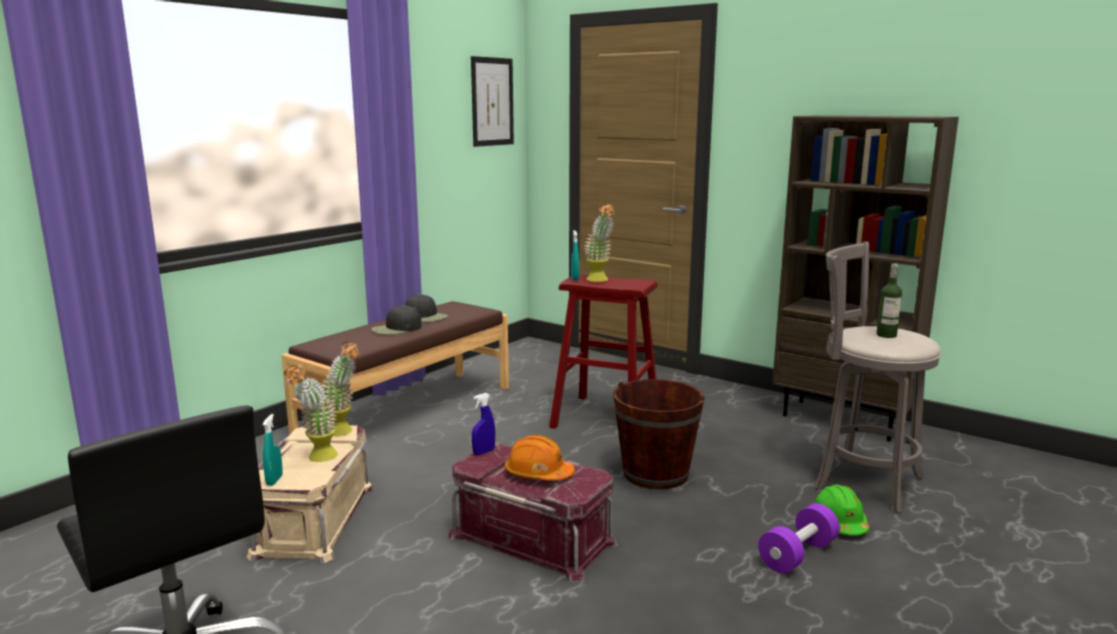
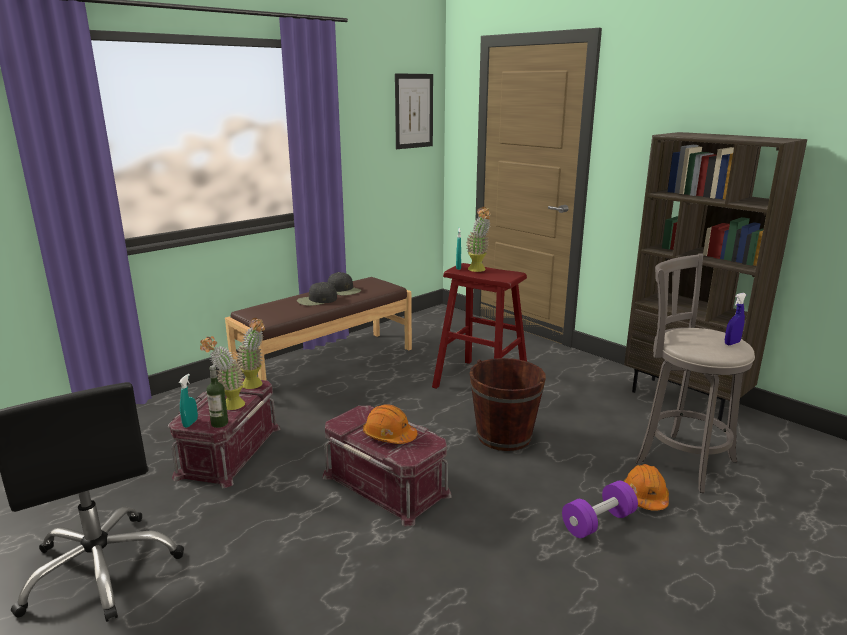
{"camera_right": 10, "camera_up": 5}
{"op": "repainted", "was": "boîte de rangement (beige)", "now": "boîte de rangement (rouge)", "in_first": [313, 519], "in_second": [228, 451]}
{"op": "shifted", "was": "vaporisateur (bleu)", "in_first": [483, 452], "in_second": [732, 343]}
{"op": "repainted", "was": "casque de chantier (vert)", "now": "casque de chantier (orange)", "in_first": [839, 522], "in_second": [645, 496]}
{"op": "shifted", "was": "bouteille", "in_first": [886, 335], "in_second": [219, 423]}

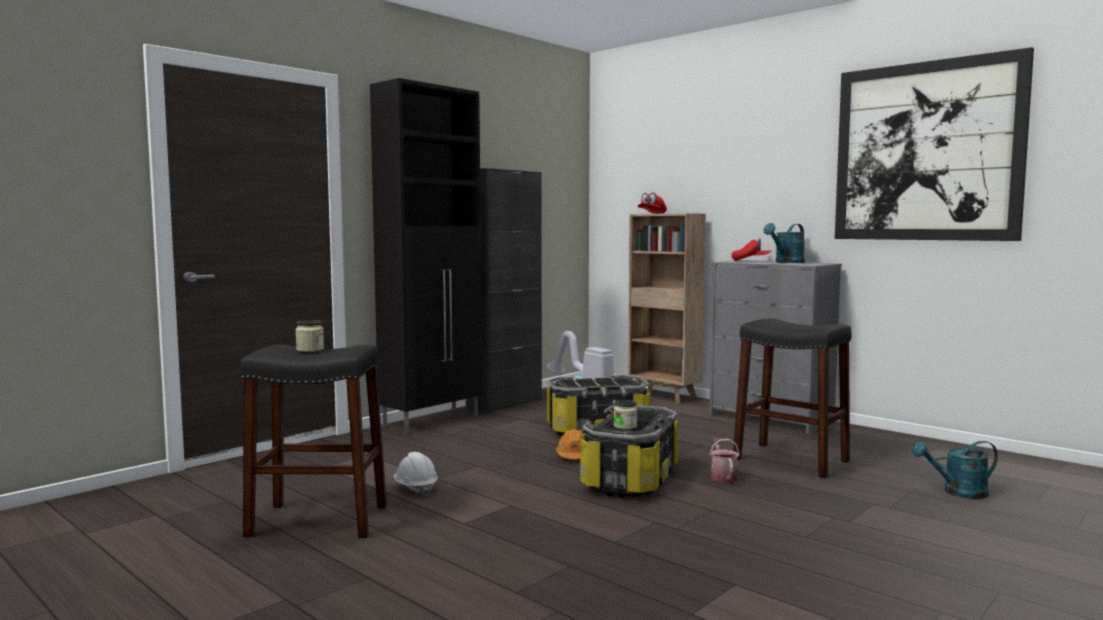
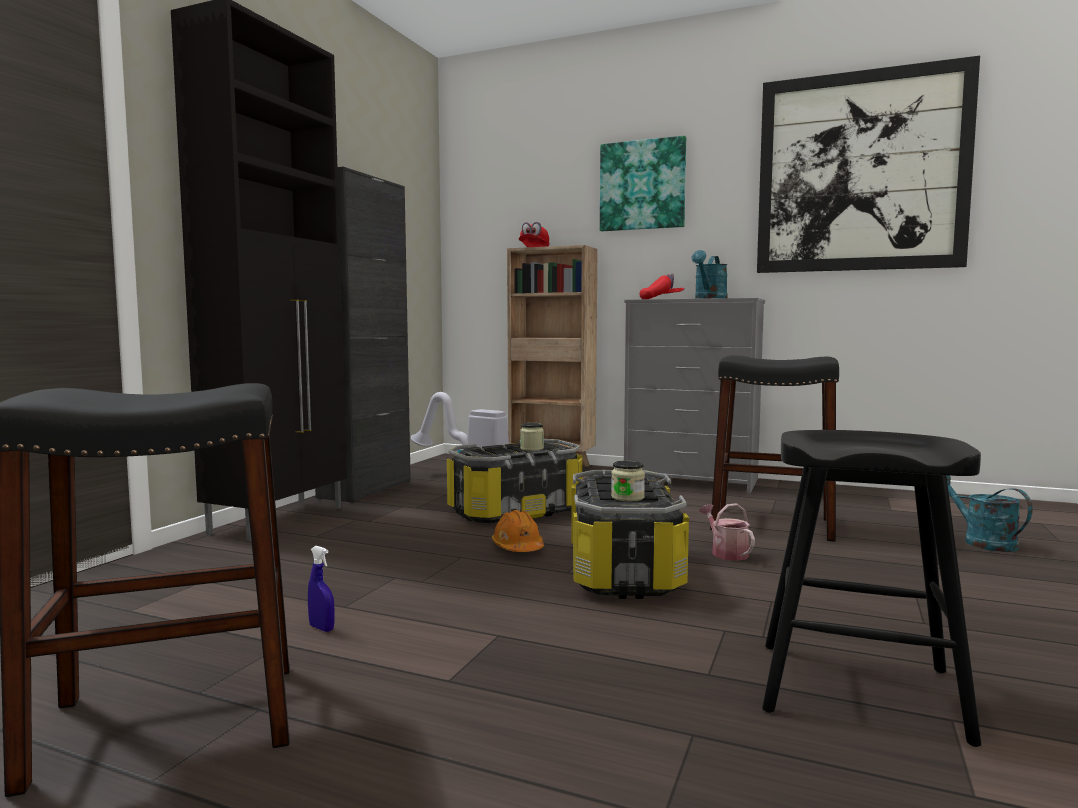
{"camera_right": -20, "camera_up": 0}
{"op": "shifted", "was": "bocal", "in_first": [310, 350], "in_second": [532, 449]}
{"op": "swapped", "was": "casque de chantier (blanc)", "now": "vaporisateur (bleu)", "in_first": [415, 488], "in_second": [321, 628]}
{"op": "rotated", "was": "arrosoir (turquoise)", "in_first": [958, 492], "in_second": [981, 542], "clockwise": 90}
{"op": "new", "now": "tableau", "in_second": [642, 185]}
{"op": "new", "now": "tabouret (noir)", "in_second": [858, 690]}

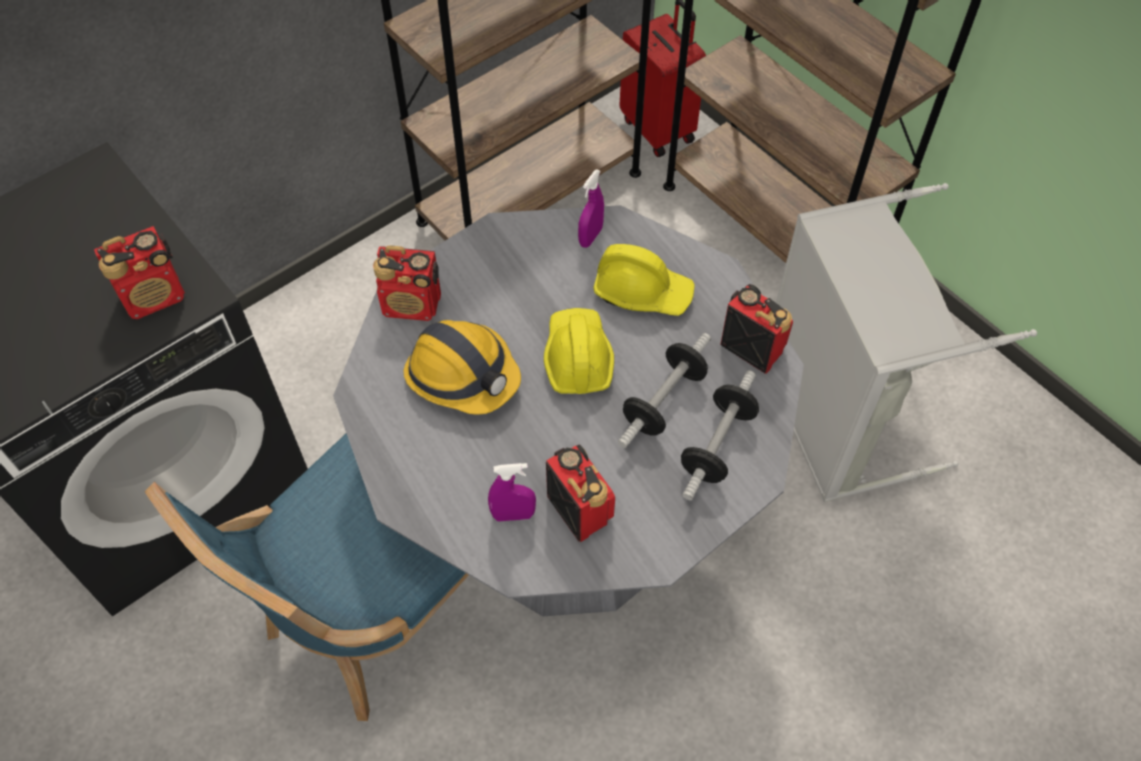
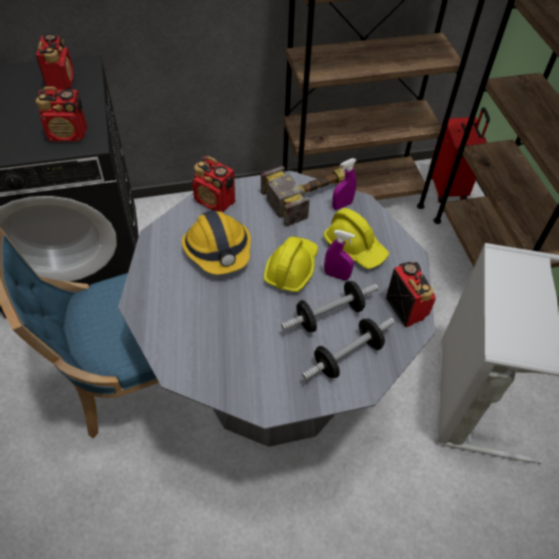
{"camera_right": 25, "camera_up": -5}
{"op": "shifted", "was": "vaporisateur (violet)", "in_first": [513, 515], "in_second": [336, 275]}
{"op": "shifted", "was": "radio", "in_first": [579, 508], "in_second": [61, 81]}
{"op": "new", "now": "marteau", "in_second": [311, 195]}

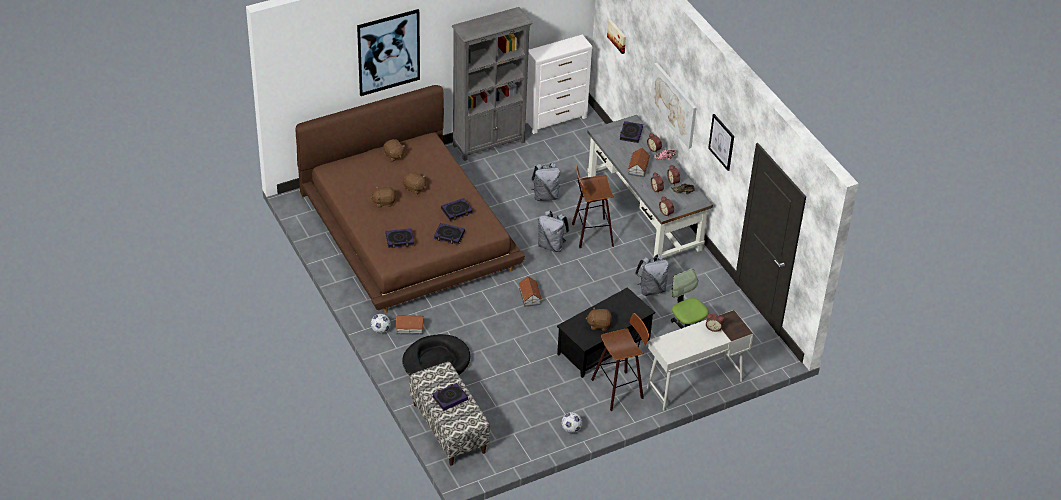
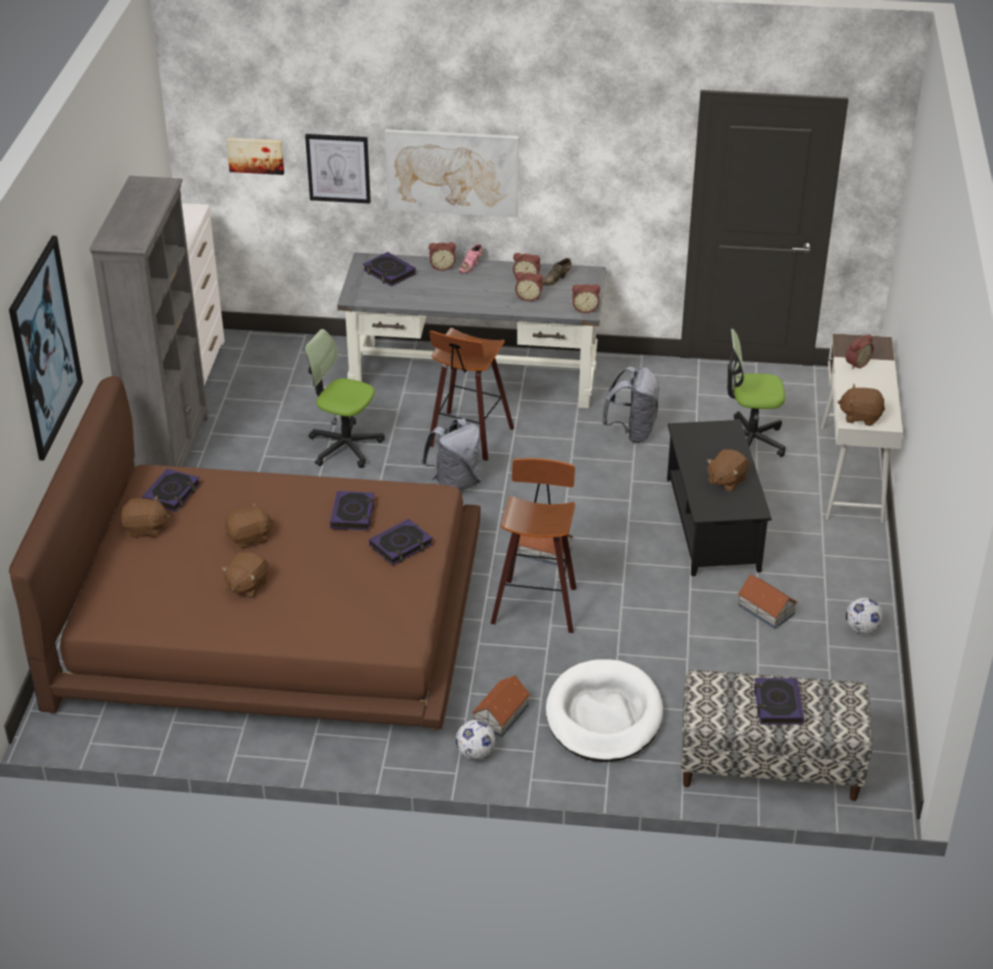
{"camera_right": -55, "camera_up": -5}
{"op": "shifted", "was": "livre", "in_first": [400, 240], "in_second": [172, 494]}
{"op": "repainted", "was": "panier pour chien (noir)", "now": "panier pour chien (blanc)", "in_first": [436, 361], "in_second": [603, 716]}
{"op": "swapped", "was": "sac à dos (gris)", "now": "chaise de bureau", "in_first": [545, 196], "in_second": [345, 446]}
{"op": "shifted", "was": "tabouret", "in_first": [619, 389], "in_second": [536, 603]}
{"op": "shifted", "was": "maison miniature", "in_first": [638, 168], "in_second": [766, 610]}
{"op": "shifted", "was": "tableau", "in_first": [721, 142], "in_second": [338, 168]}
{"op": "new", "now": "peluche (marron)", "in_second": [860, 416]}

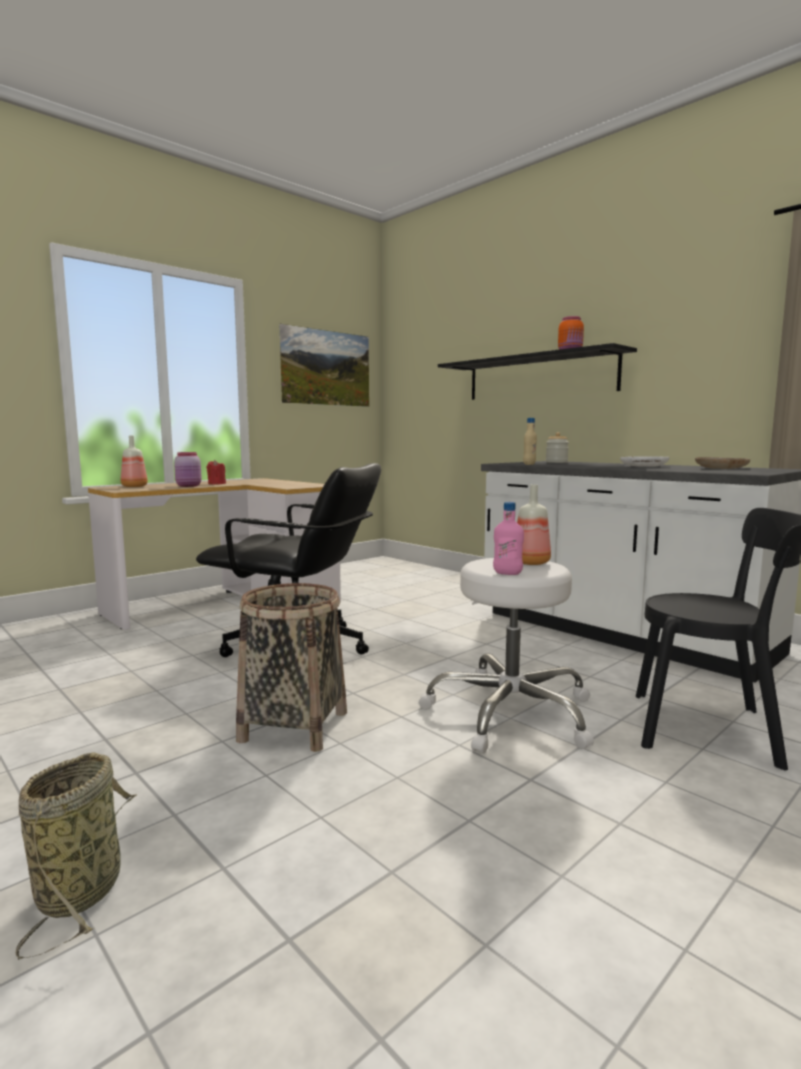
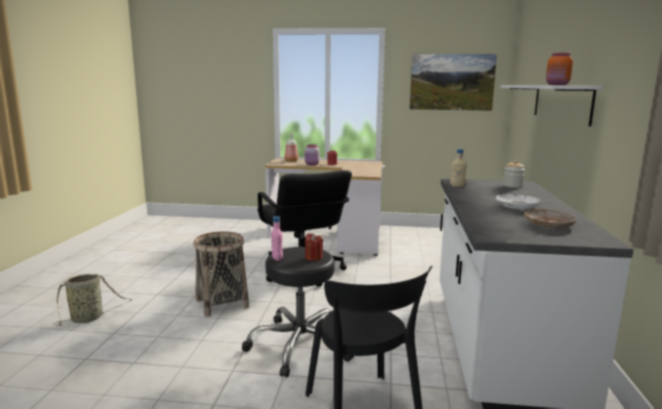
{"camera_right": 50, "camera_up": 5}
{"op": "repainted", "was": "tabouret (blanc)", "now": "tabouret (noir)", "in_first": [510, 713], "in_second": [299, 345]}
{"op": "repainted", "was": "étagère (noir)", "now": "étagère (blanc)", "in_first": [539, 377], "in_second": [560, 102]}
{"op": "swapped", "was": "bouteille", "now": "bougie (rouge)", "in_first": [530, 563], "in_second": [313, 257]}

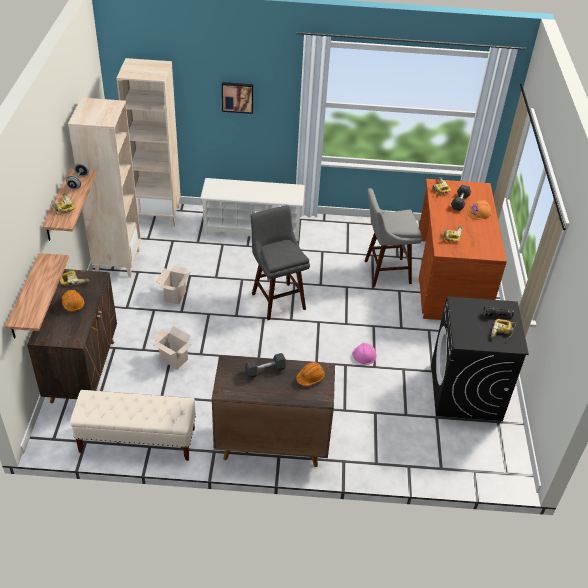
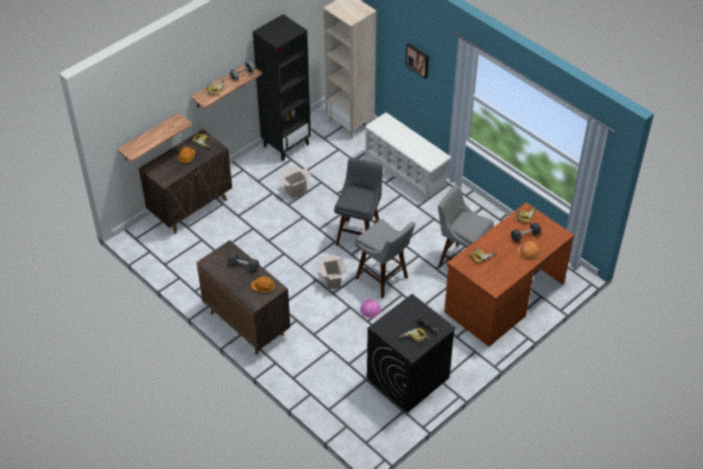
{"camera_right": 45, "camera_up": 5}
{"op": "repainted", "was": "bibliothèque (beige)", "now": "bibliothèque (noir)", "in_first": [117, 262], "in_second": [286, 145]}
{"op": "gone", "was": "banc (beige)", "in_first": [137, 440]}
{"op": "shifted", "was": "carton", "in_first": [172, 359], "in_second": [331, 281]}
{"op": "new", "now": "tabouret (gris)", "in_second": [383, 279]}

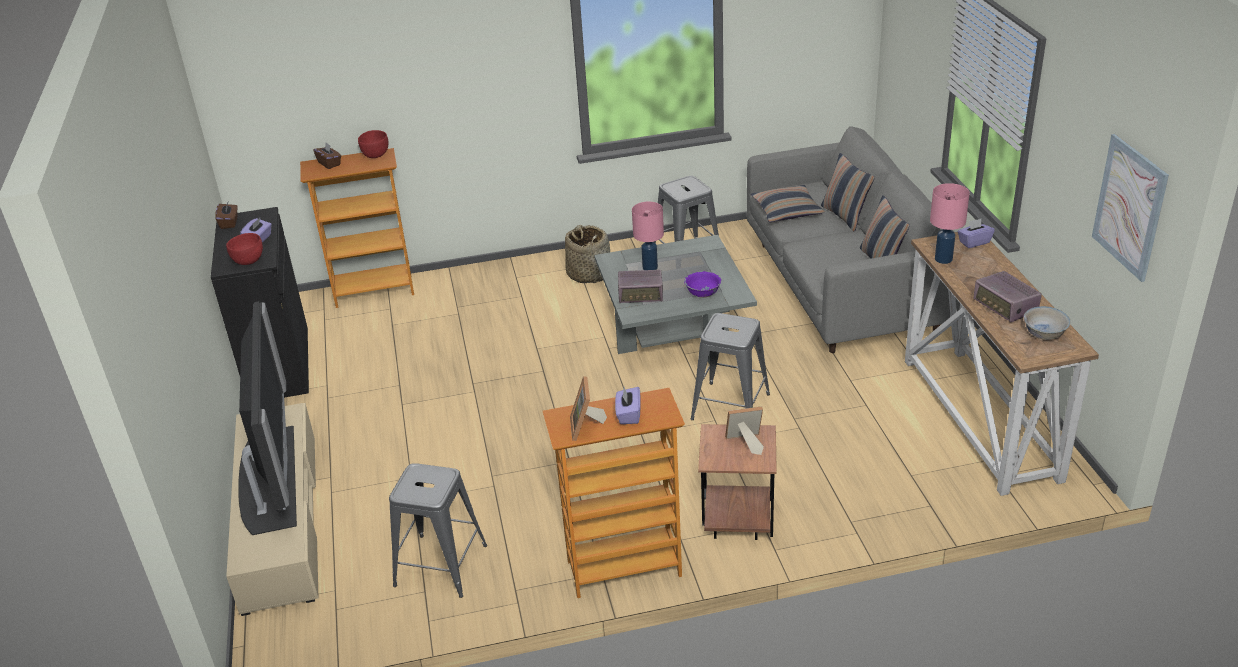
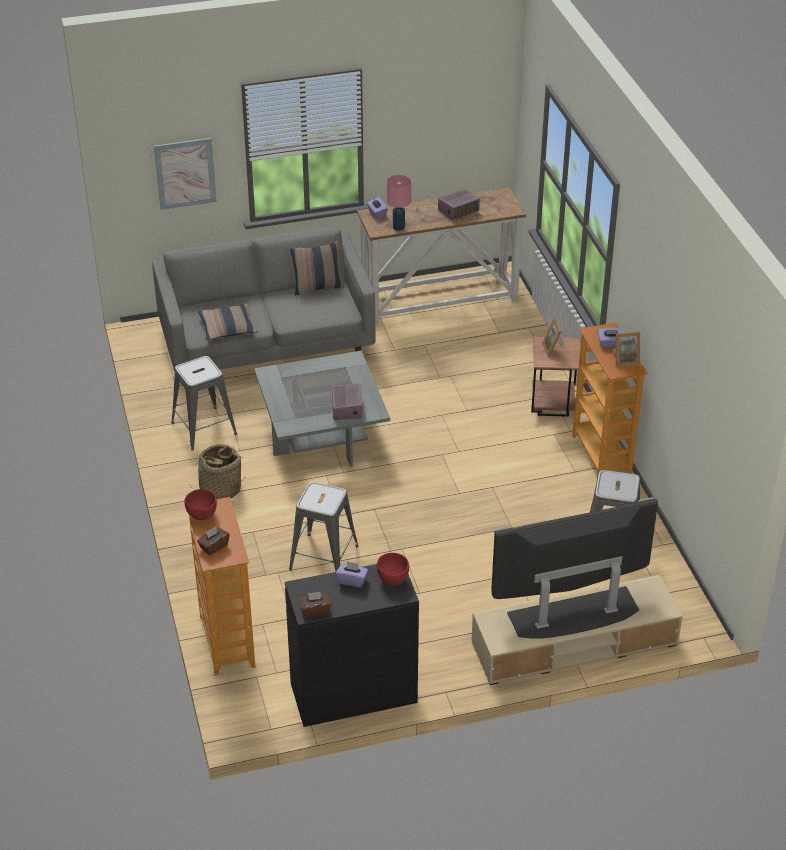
{"camera_right": -95, "camera_up": 5}
{"op": "gone", "was": "lampe de table (rose)", "in_first": [649, 267]}
{"op": "gone", "was": "bol (violet)", "in_first": [702, 293]}
{"op": "shifted", "was": "tabouret (gris)", "in_first": [730, 407], "in_second": [324, 558]}
{"op": "gone", "was": "coussin", "in_first": [845, 216]}
{"op": "gone", "was": "bol (blanc)", "in_first": [1044, 333]}
{"op": "shifted", "was": "tableau", "in_first": [1129, 207], "in_second": [185, 173]}

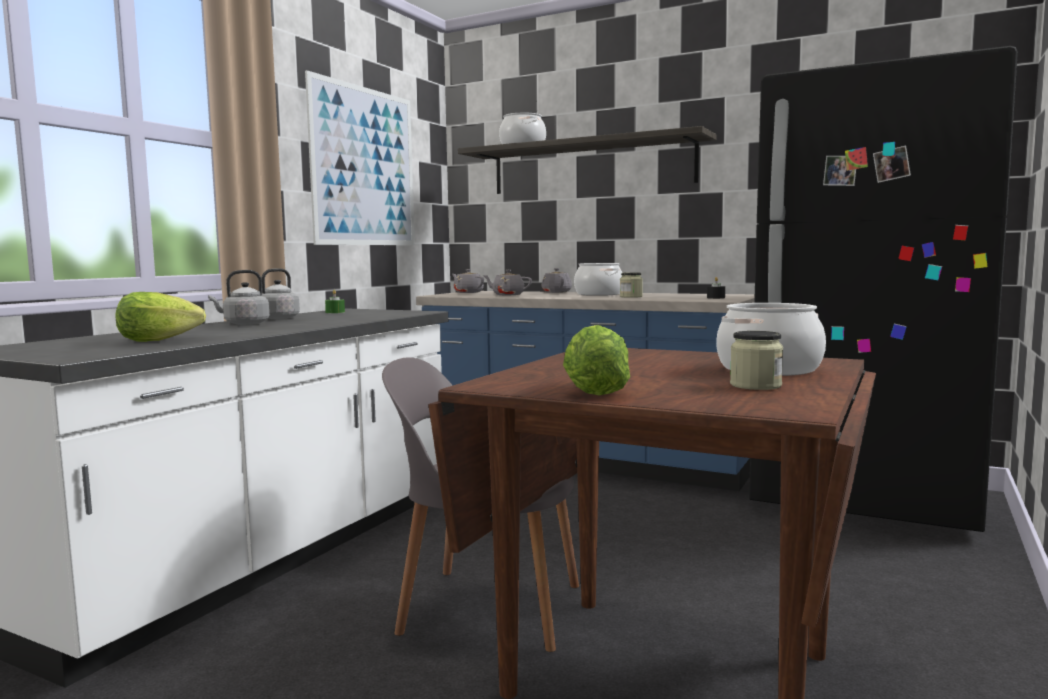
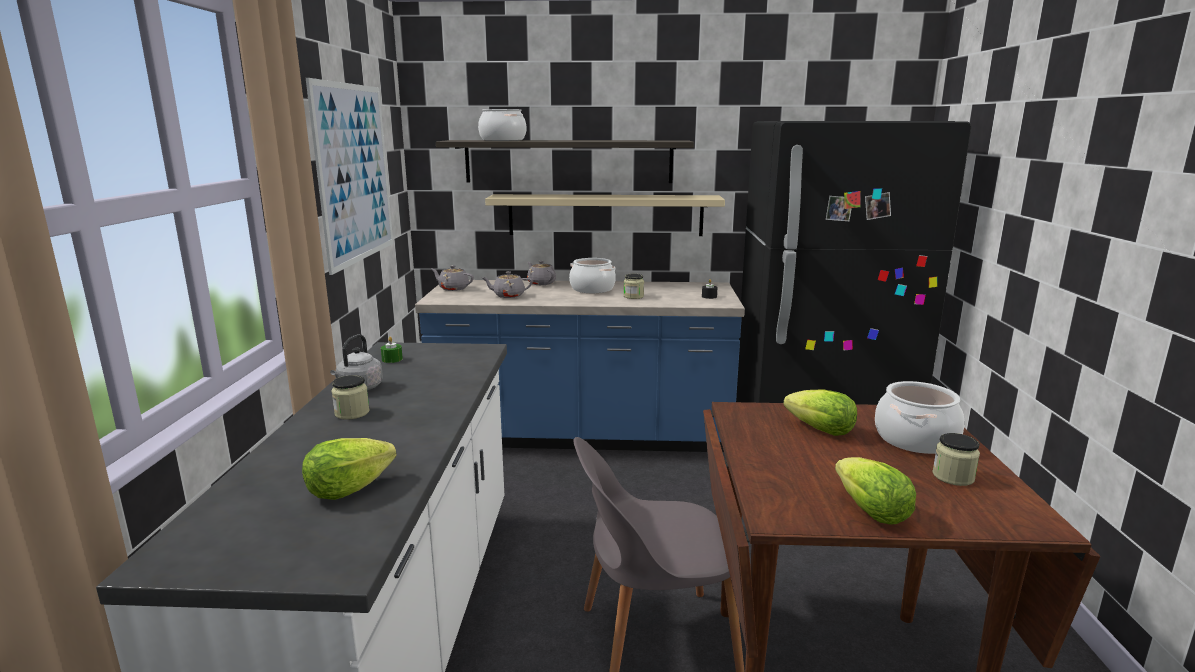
{"camera_right": -25, "camera_up": 10}
{"op": "swapped", "was": "bouilloire (gris)", "now": "bocal", "in_first": [244, 324], "in_second": [352, 413]}
{"op": "new", "now": "étagère (beige)", "in_second": [605, 215]}
{"op": "new", "now": "laitue", "in_second": [821, 430]}

